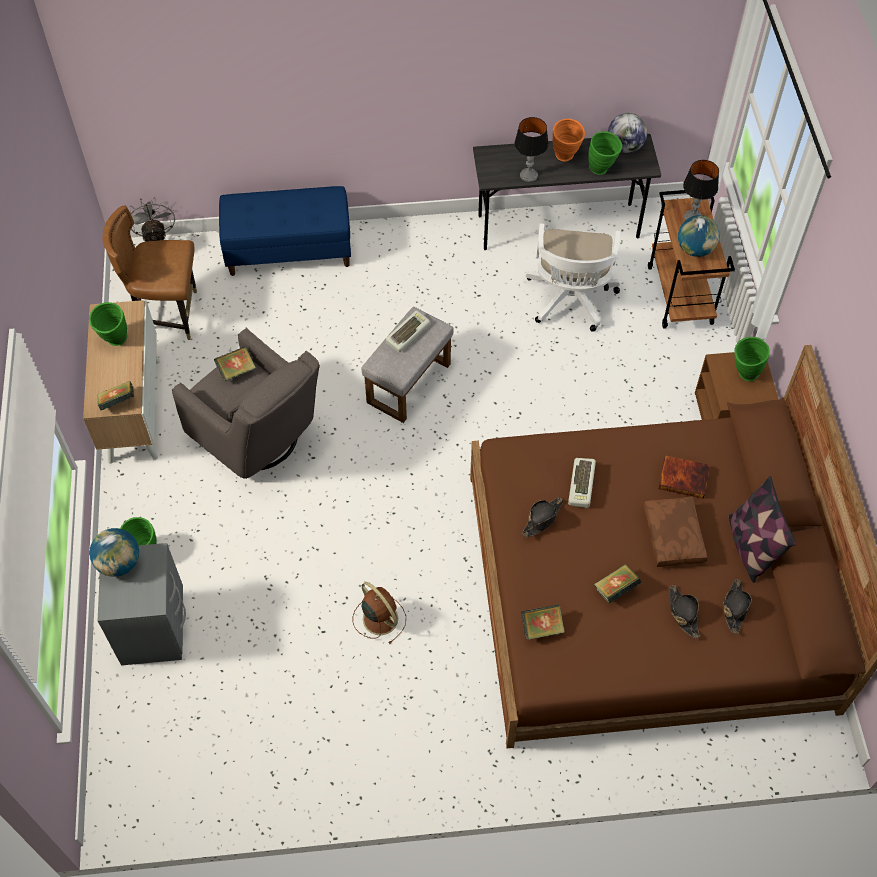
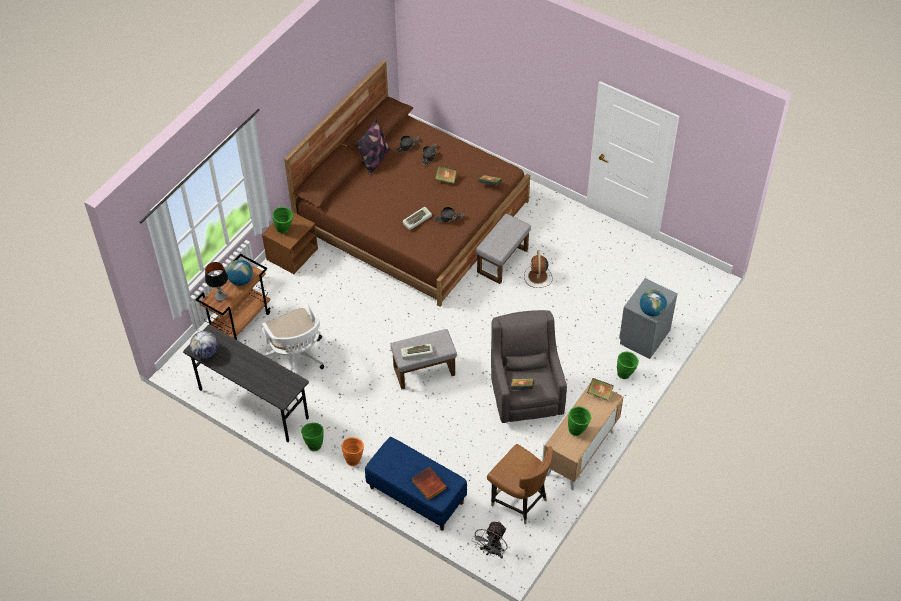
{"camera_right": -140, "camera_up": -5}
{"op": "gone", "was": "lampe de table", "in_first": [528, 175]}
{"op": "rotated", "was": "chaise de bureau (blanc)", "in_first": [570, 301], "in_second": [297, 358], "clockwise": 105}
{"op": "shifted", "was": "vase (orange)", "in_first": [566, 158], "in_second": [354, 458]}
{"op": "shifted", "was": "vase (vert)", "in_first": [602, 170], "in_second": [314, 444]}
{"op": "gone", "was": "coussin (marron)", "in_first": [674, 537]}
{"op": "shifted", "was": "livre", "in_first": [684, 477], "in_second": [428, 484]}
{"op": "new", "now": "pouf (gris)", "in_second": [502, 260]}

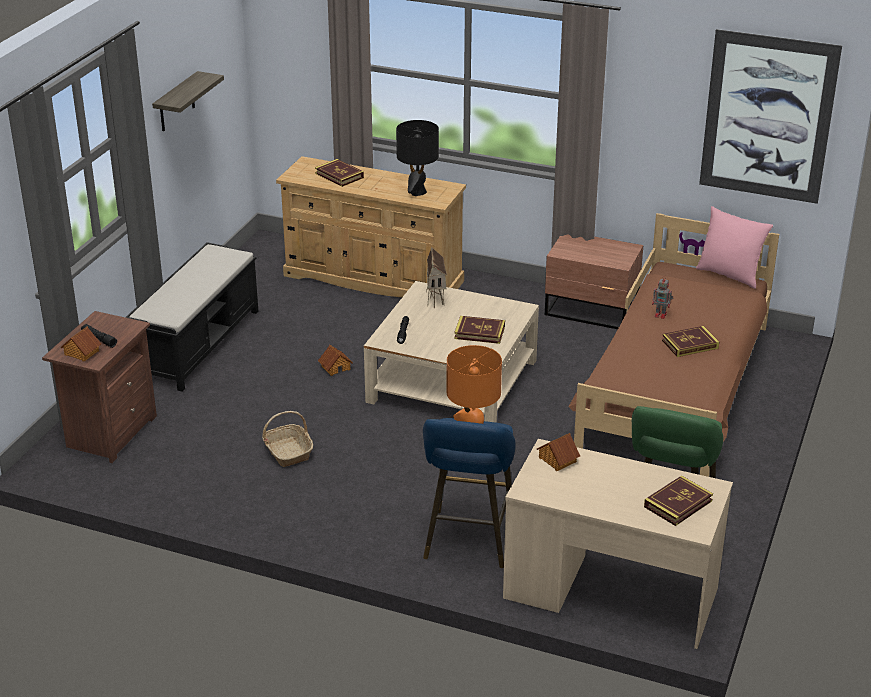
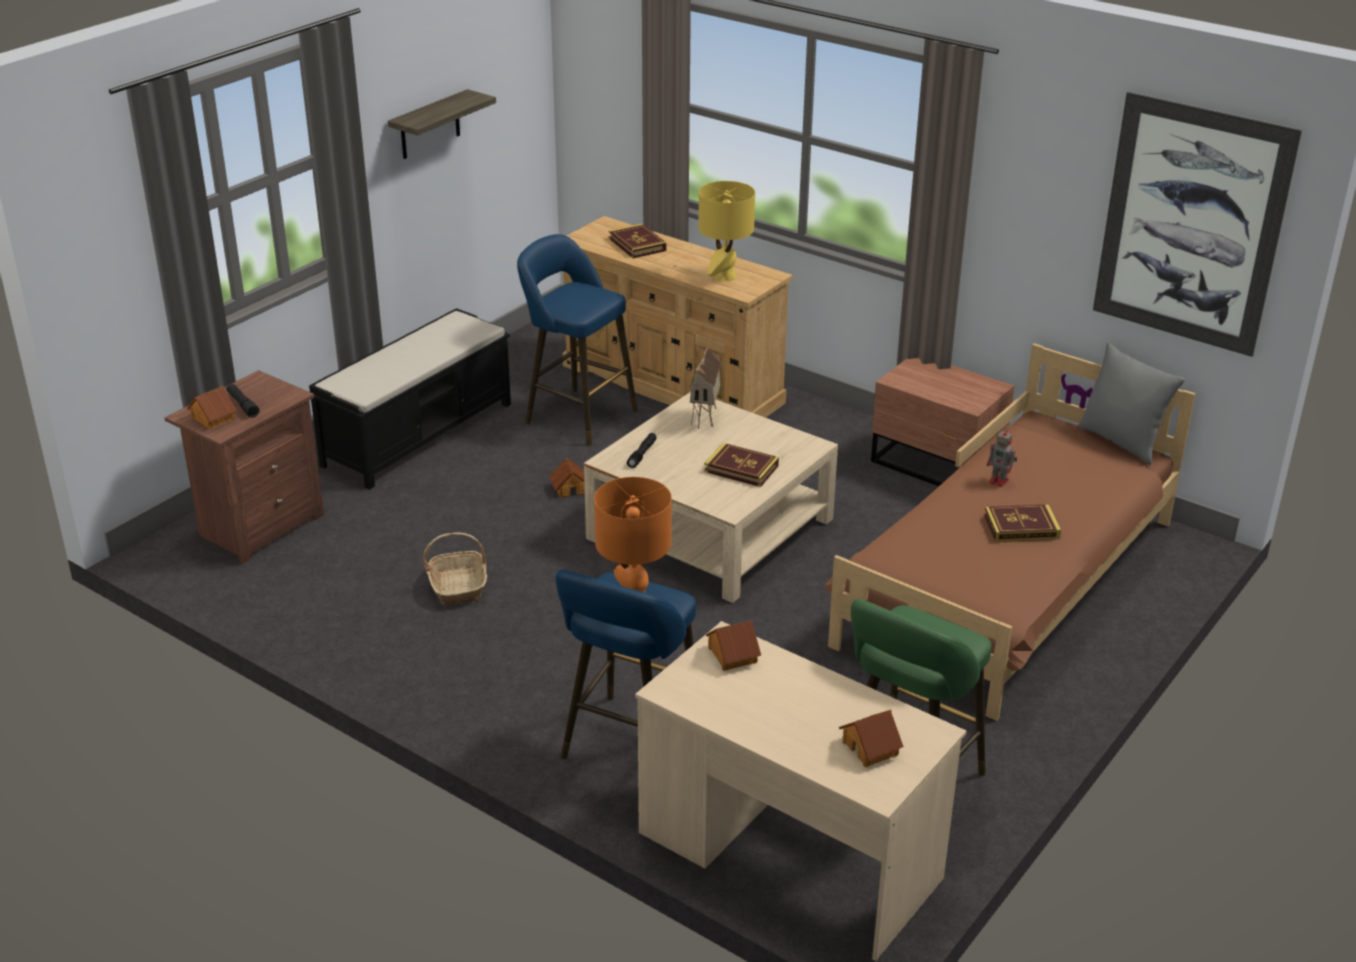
{"camera_right": 15, "camera_up": 0}
{"op": "repainted", "was": "lampe de table (noir)", "now": "lampe de table (jaune)", "in_first": [417, 192], "in_second": [725, 277]}
{"op": "swapped", "was": "livre", "now": "maison miniature", "in_first": [678, 504], "in_second": [871, 748]}
{"op": "repainted", "was": "coussin (rose)", "now": "coussin (gris)", "in_first": [729, 275], "in_second": [1122, 442]}
{"op": "new", "now": "tabouret (bleu)", "in_second": [576, 415]}

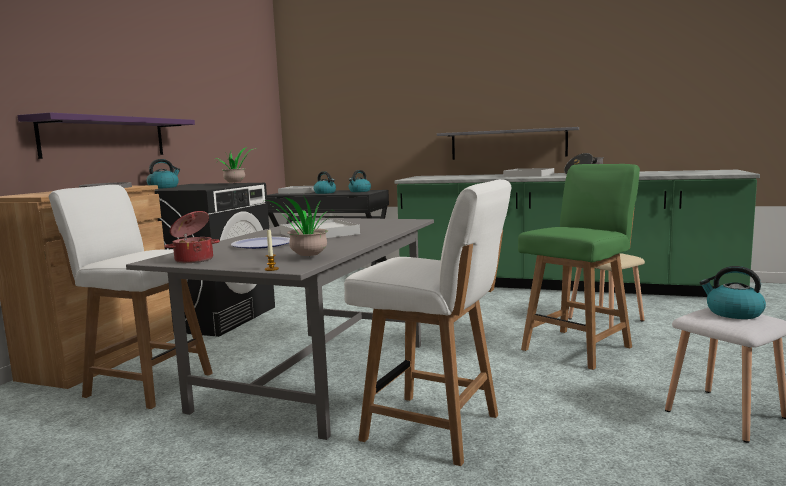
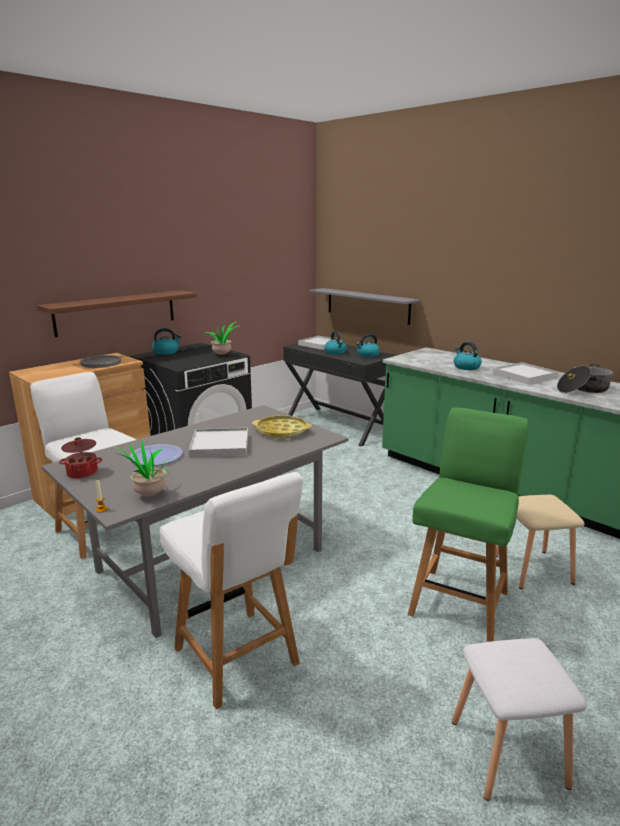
{"camera_right": 25, "camera_up": 10}
{"op": "repainted", "was": "étagère (violet)", "now": "étagère (marron)", "in_first": [105, 137], "in_second": [116, 312]}
{"op": "shifted", "was": "étagère (gris)", "in_first": [508, 144], "in_second": [367, 305]}
{"op": "rotated", "was": "chaise (vert)", "in_first": [578, 347], "in_second": [460, 601], "clockwise": -45}
{"op": "shifted", "was": "bouilloire", "in_first": [733, 313], "in_second": [466, 367]}
{"op": "new", "now": "plateau (jaune)", "in_second": [281, 431]}

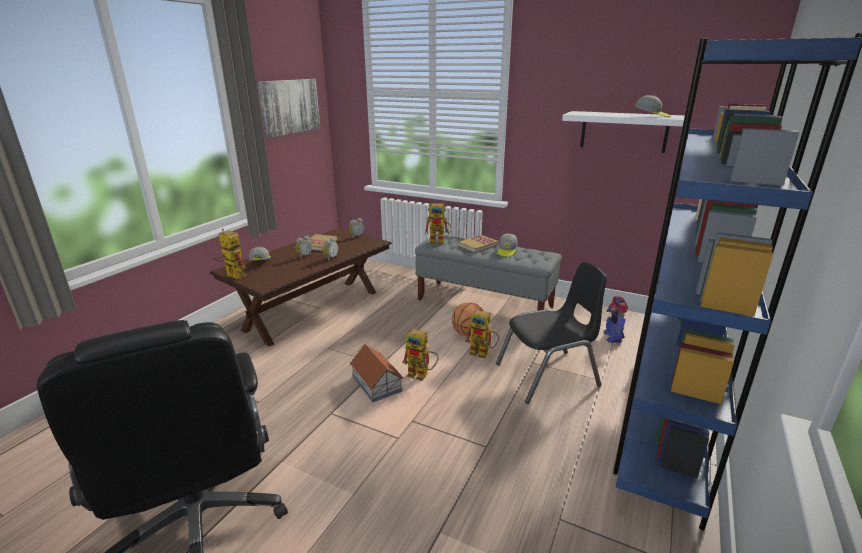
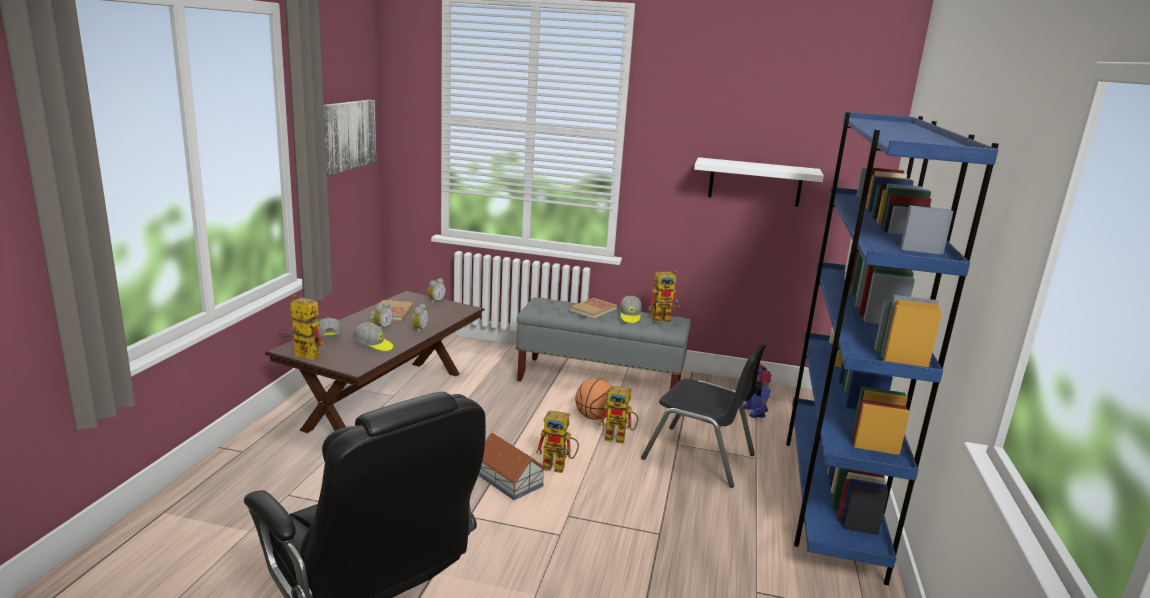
{"camera_right": -15, "camera_up": -5}
{"op": "shifted", "was": "robot jouet", "in_first": [440, 241], "in_second": [664, 318]}
{"op": "rotated", "was": "chaise (noir)", "in_first": [548, 375], "in_second": [699, 457], "clockwise": 60}
{"op": "shifted", "was": "casquette", "in_first": [651, 116], "in_second": [373, 346]}

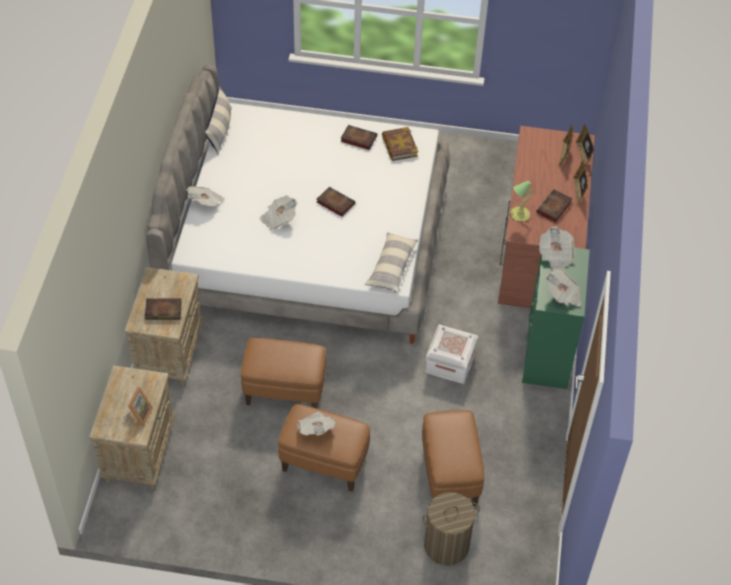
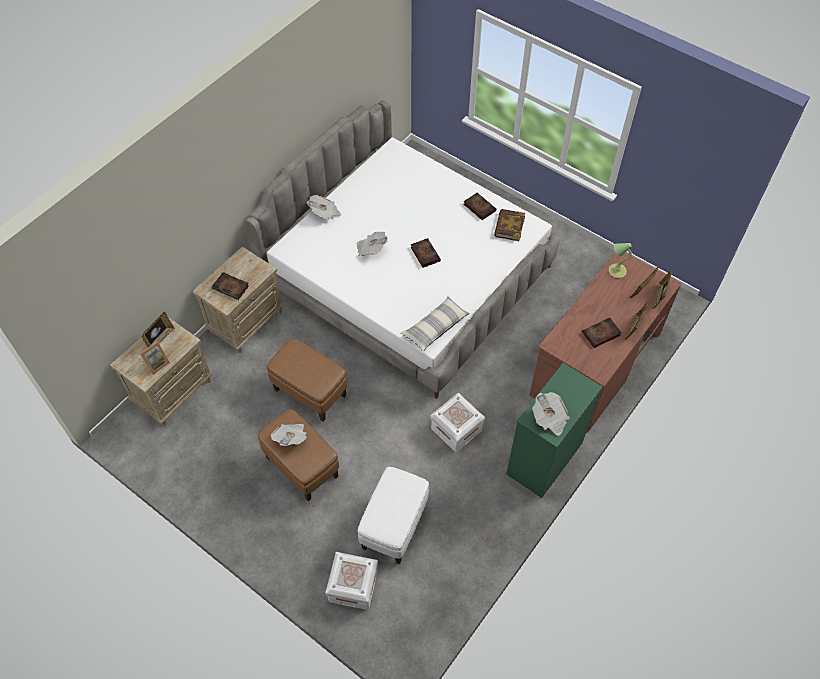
{"camera_right": 30, "camera_up": 5}
{"op": "gone", "was": "coussin", "in_first": [220, 130]}
{"op": "repainted", "was": "pouf (marron)", "now": "pouf (blanc)", "in_first": [449, 475], "in_second": [394, 526]}
{"op": "swapped", "was": "panier à linge", "now": "boîte de rangement (blanc)", "in_first": [446, 545], "in_second": [353, 586]}
{"op": "shifted", "was": "lampe de table", "in_first": [519, 214], "in_second": [616, 271]}
{"op": "gone", "was": "journal", "in_first": [555, 256]}
{"op": "new", "now": "cadre photo", "in_second": [160, 339]}

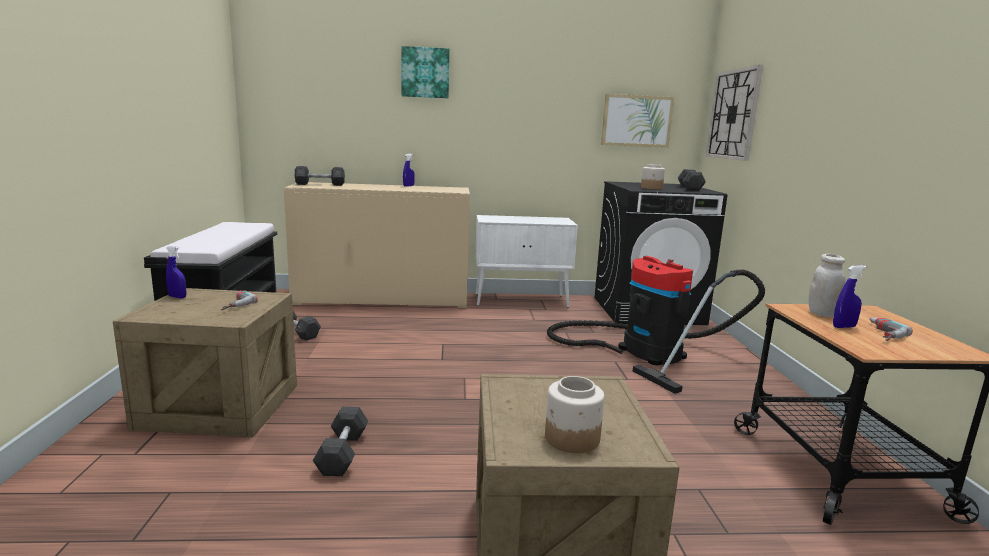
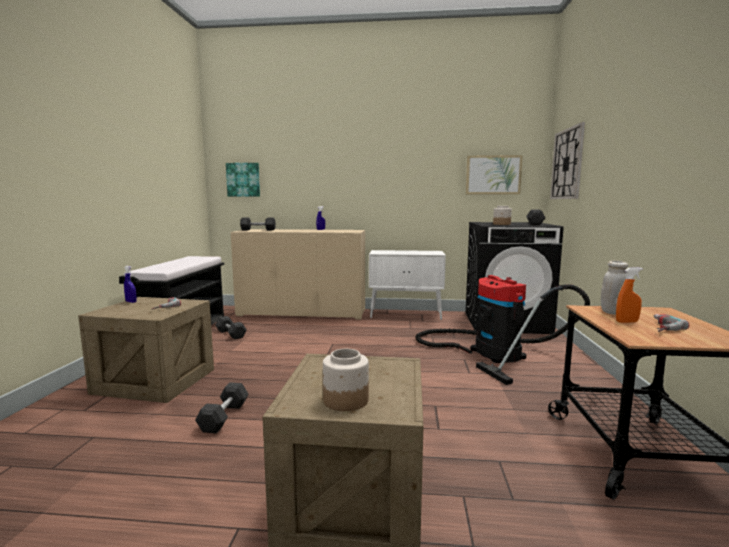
{"camera_right": 10, "camera_up": -5}
{"op": "shifted", "was": "tableau", "in_first": [425, 72], "in_second": [243, 179]}
{"op": "repainted", "was": "vaporisateur (bleu)", "now": "vaporisateur (orange)", "in_first": [844, 327], "in_second": [627, 322]}

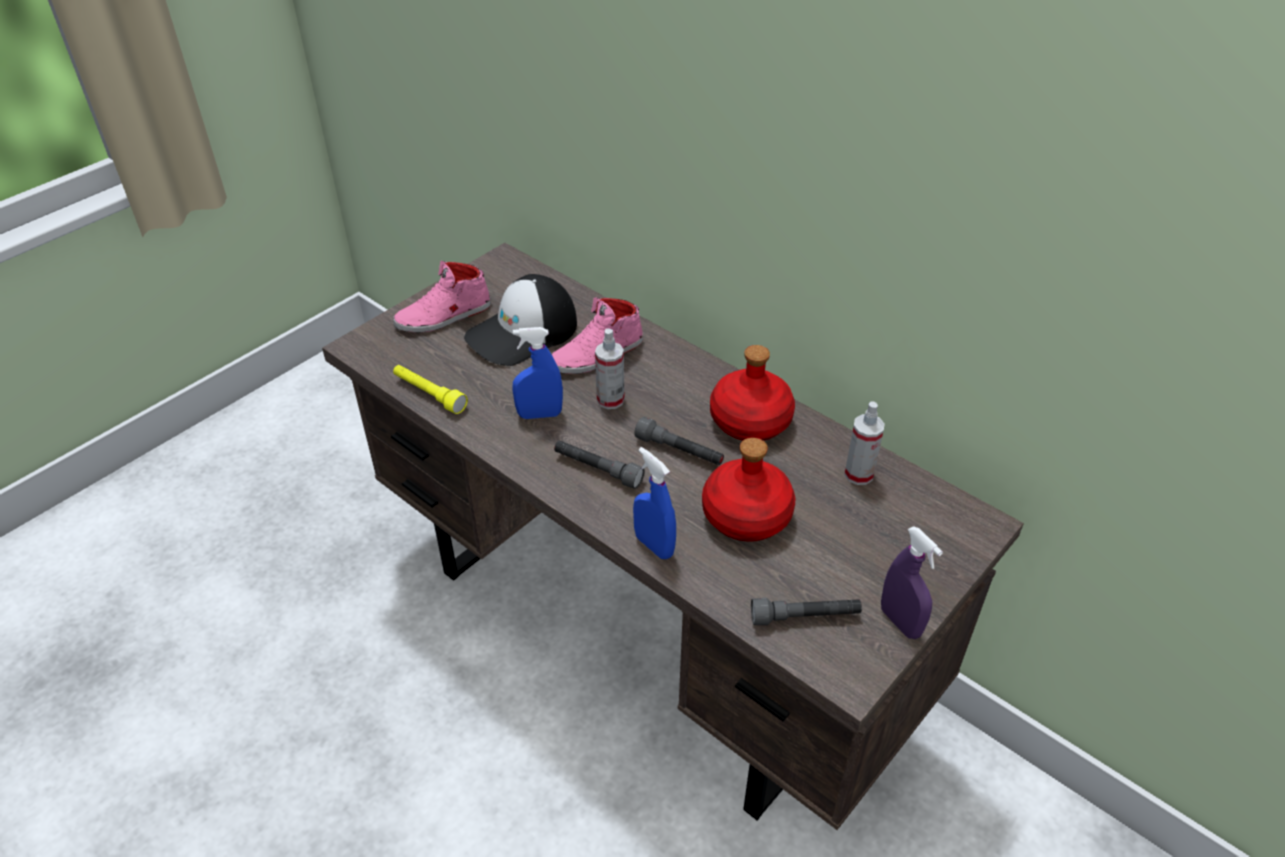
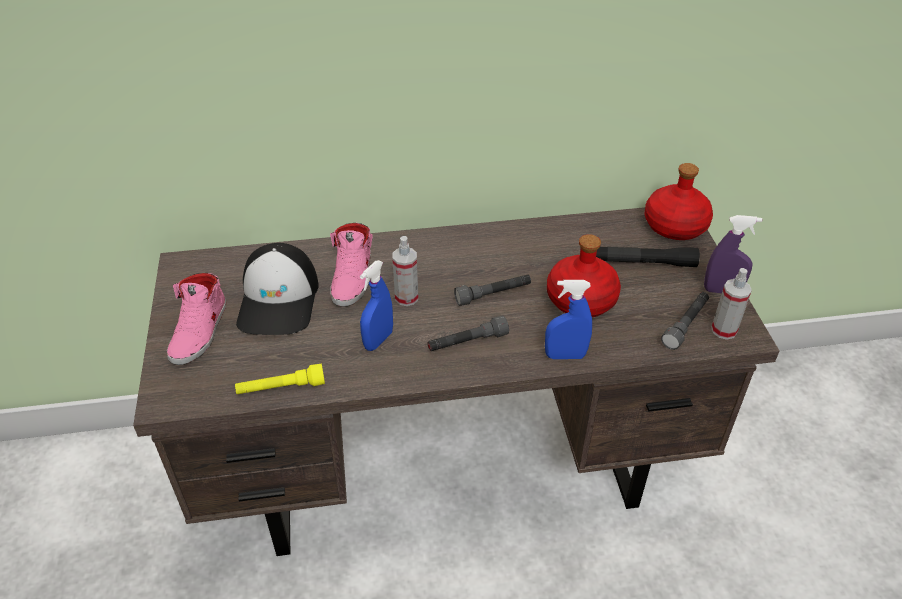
{"camera_right": -50, "camera_up": 0}
{"op": "shifted", "was": "bouteille (rouge)", "in_first": [751, 420], "in_second": [675, 225]}
{"op": "shifted", "was": "vaporisateur", "in_first": [859, 474], "in_second": [724, 330]}
{"op": "new", "now": "lampe de poche (noir)", "in_second": [642, 262]}

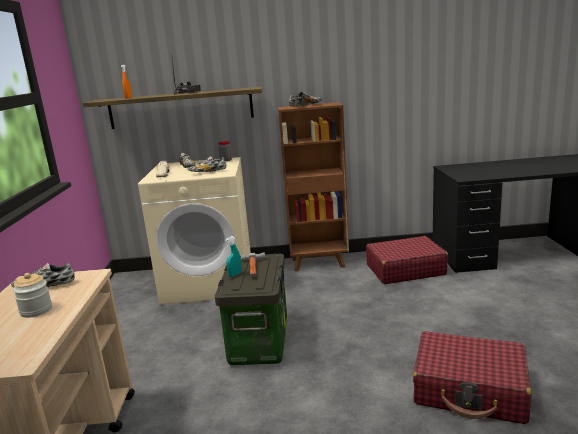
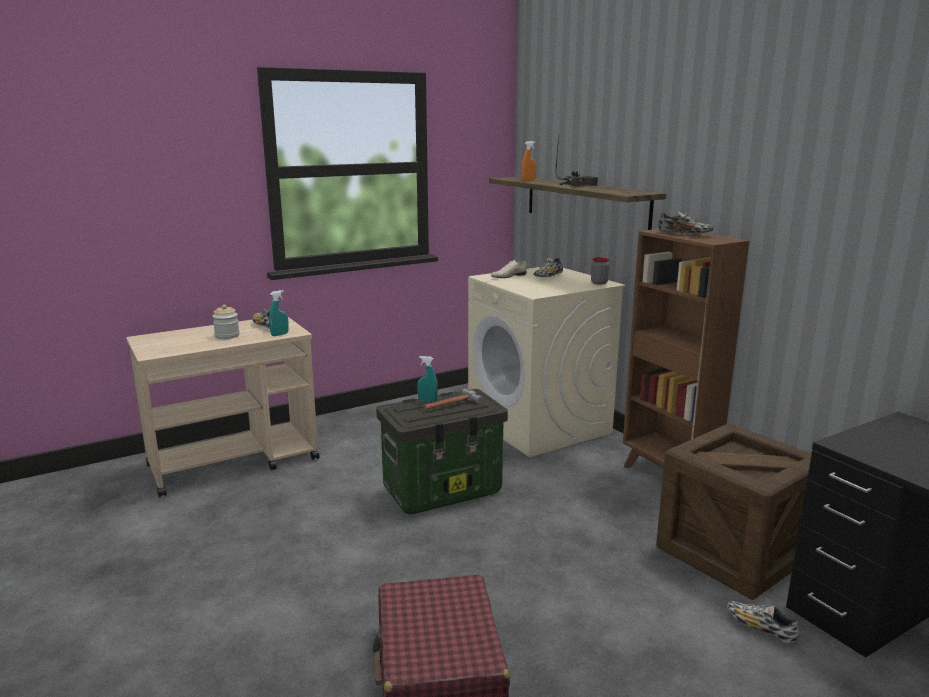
{"camera_right": 60, "camera_up": 0}
{"op": "shifted", "was": "chaussure", "in_first": [208, 172], "in_second": [759, 628]}
{"op": "swapped", "was": "valise (rouge)", "now": "caisse", "in_first": [405, 270], "in_second": [733, 552]}
{"op": "new", "now": "vaporisateur (turquoise)", "in_second": [279, 334]}

